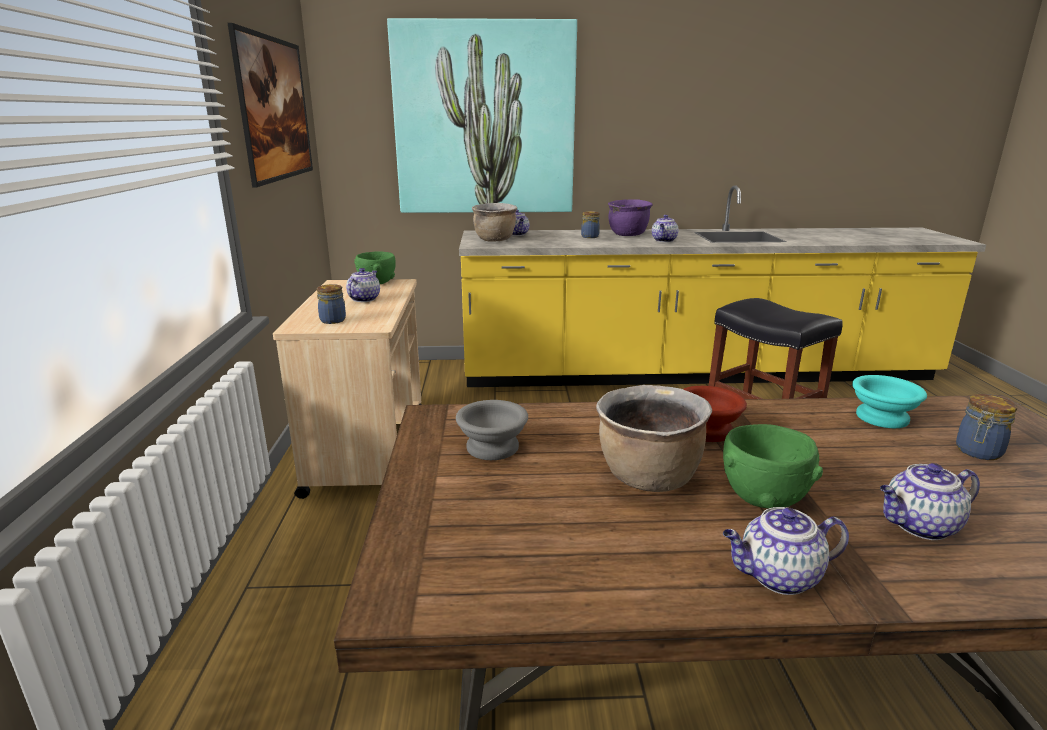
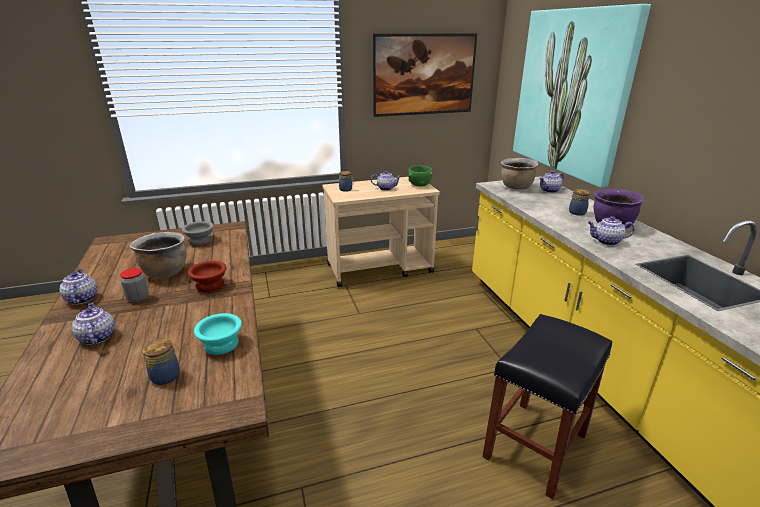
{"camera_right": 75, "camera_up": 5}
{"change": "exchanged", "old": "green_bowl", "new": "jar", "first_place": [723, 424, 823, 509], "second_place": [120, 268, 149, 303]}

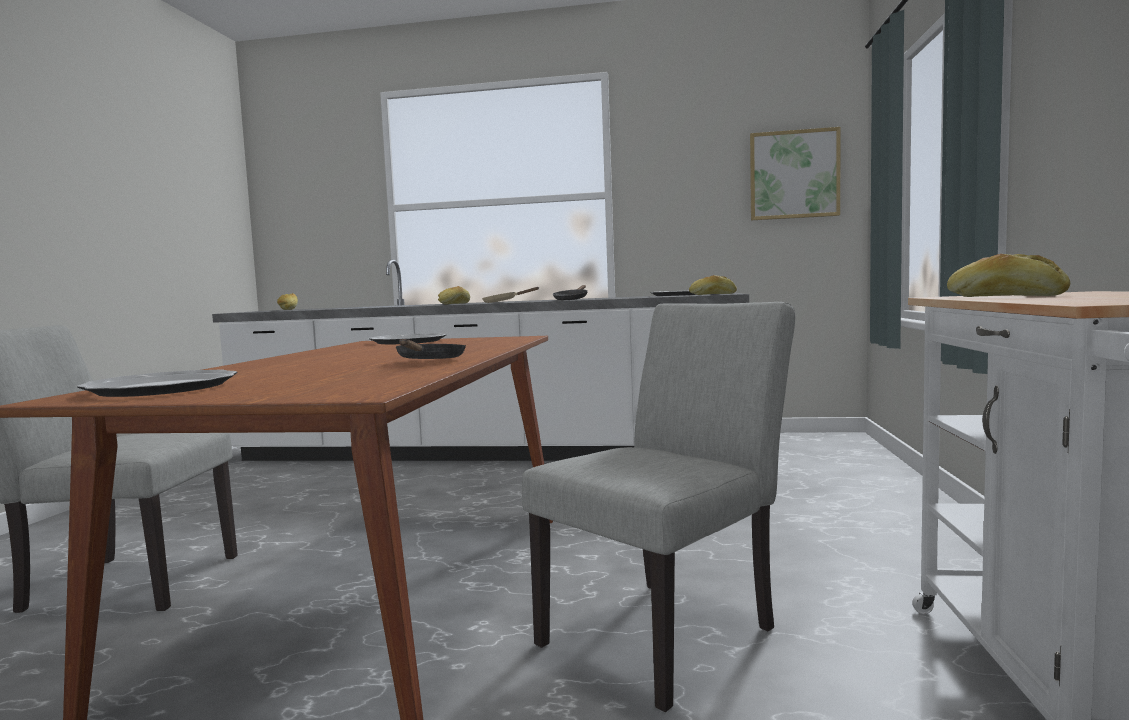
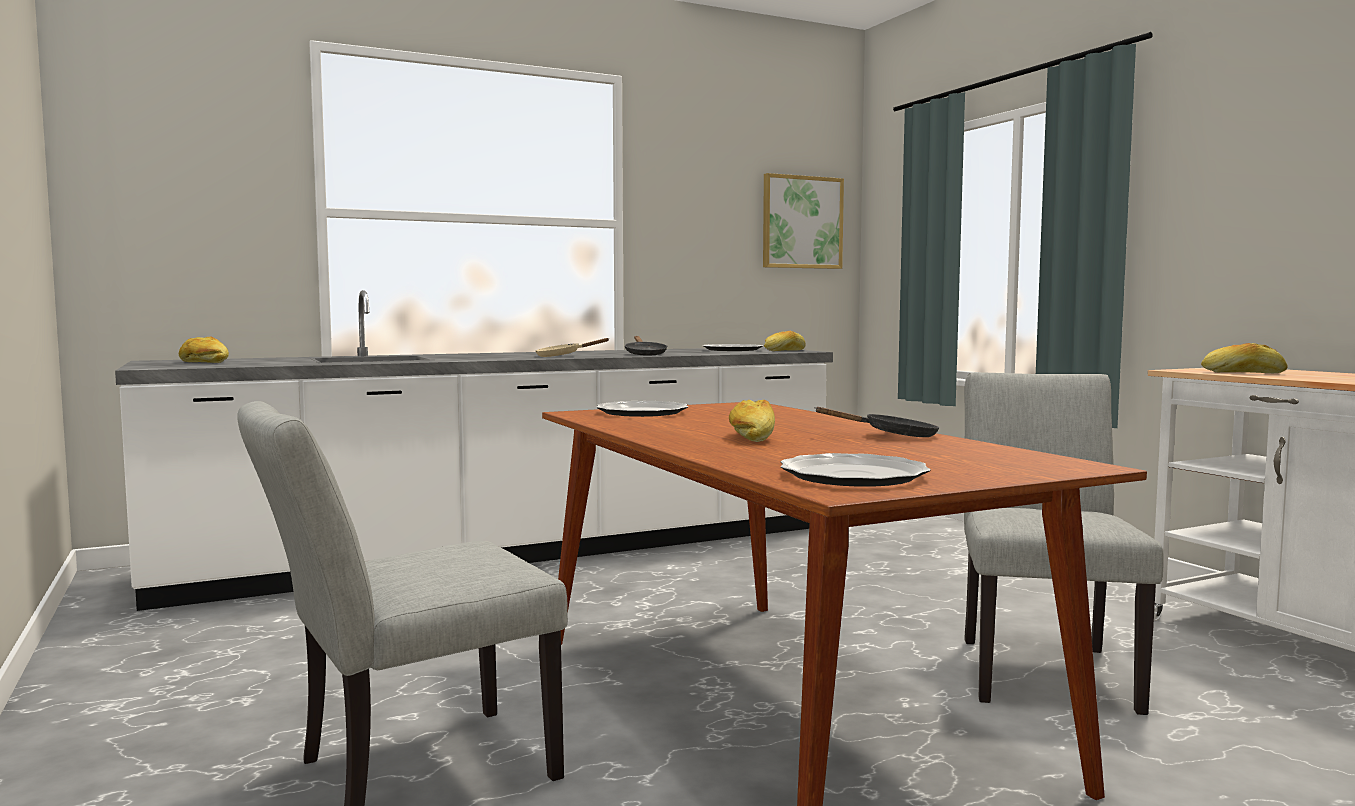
{"camera_right": -35, "camera_up": 0}
{"change": "relocated", "old": "bread", "first_place": [438, 286, 470, 304], "second_place": [729, 400, 775, 442]}
{"change": "spun", "old": "black_frying_pan", "first_place": [396, 339, 466, 359], "second_place": [815, 407, 940, 437], "degrees": 120}

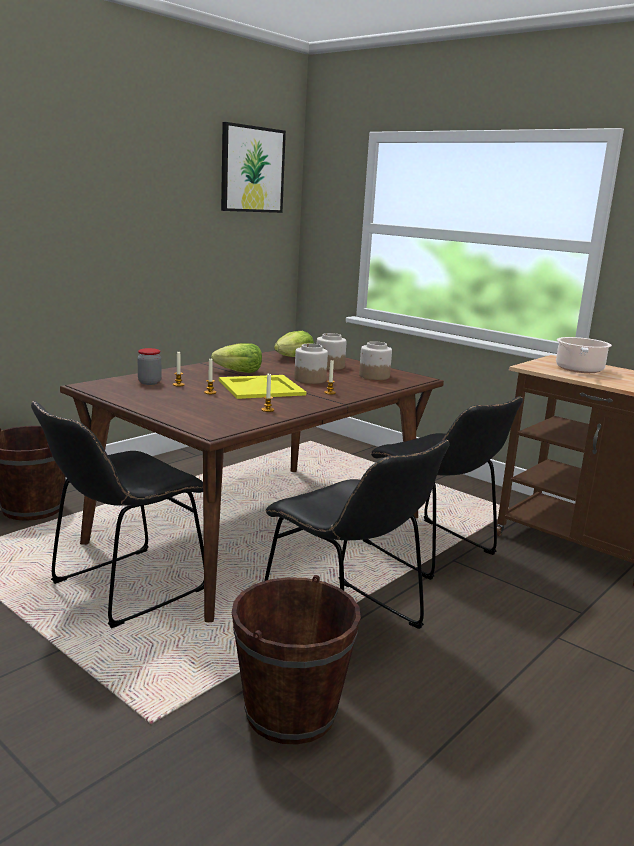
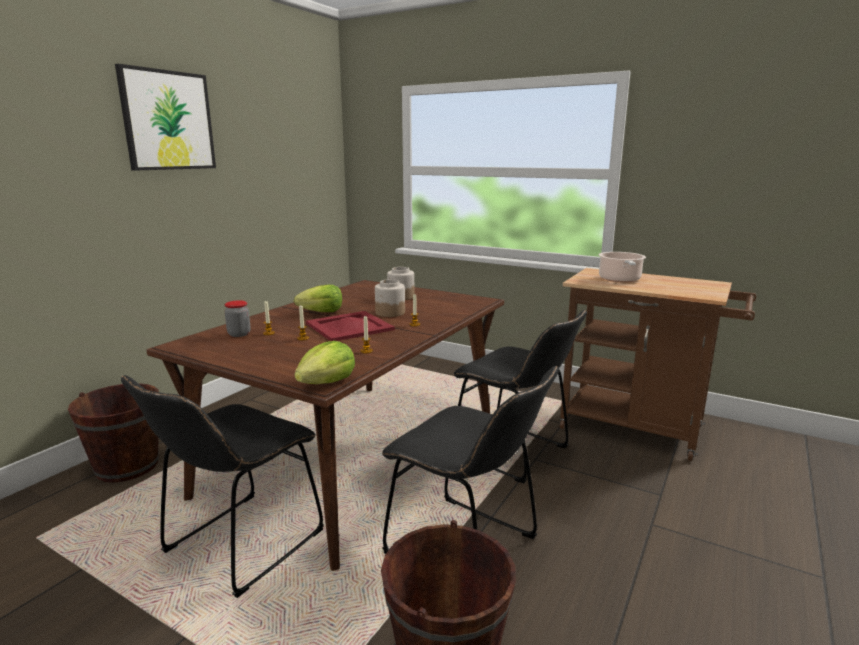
{"camera_right": -10, "camera_up": 0}
{"change": "relocated", "old": "picture", "first_place": [221, 122, 286, 213], "second_place": [115, 64, 216, 171]}
{"change": "relocated", "old": "lettuce", "first_place": [274, 331, 314, 357], "second_place": [294, 341, 355, 384]}
{"change": "missing", "old": "jar", "first_place": [359, 341, 392, 380]}
{"change": "colour", "old": "yellow_tray", "new": "red_tray", "first_place": [219, 375, 306, 399], "second_place": [306, 311, 395, 341]}

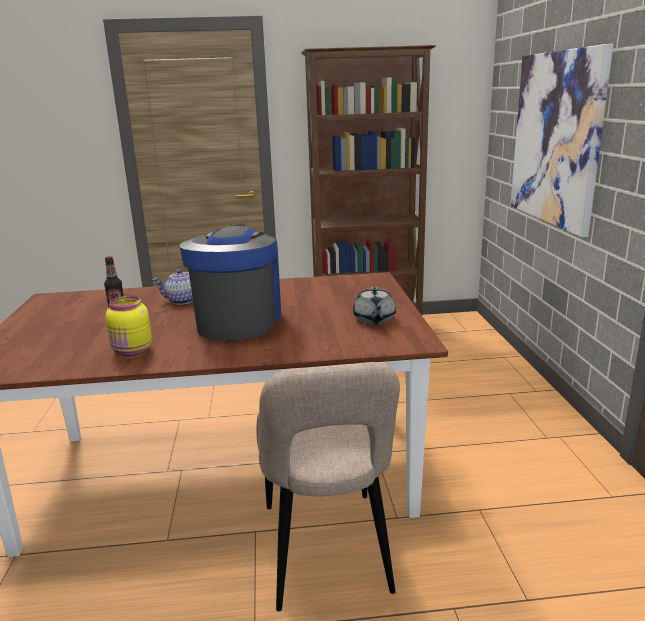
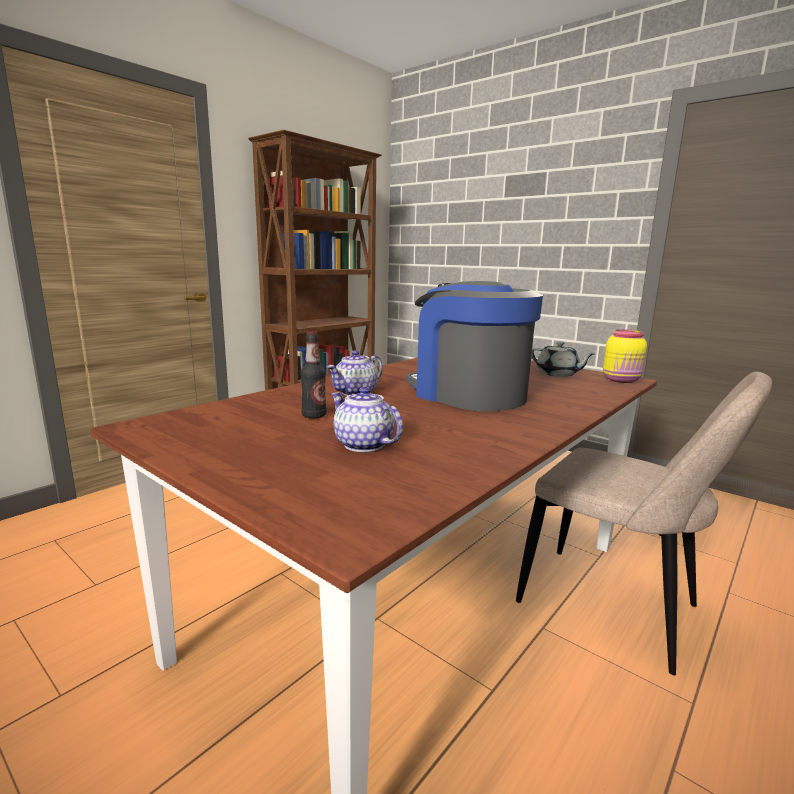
{"camera_right": -45, "camera_up": -5}
{"change": "missing", "old": "picture", "first_place": [510, 44, 613, 237]}
{"change": "relocated", "old": "yellow_jar", "first_place": [106, 296, 152, 356], "second_place": [603, 329, 647, 383]}
{"change": "appeared", "new": "teapot", "second_place": [331, 387, 403, 452]}

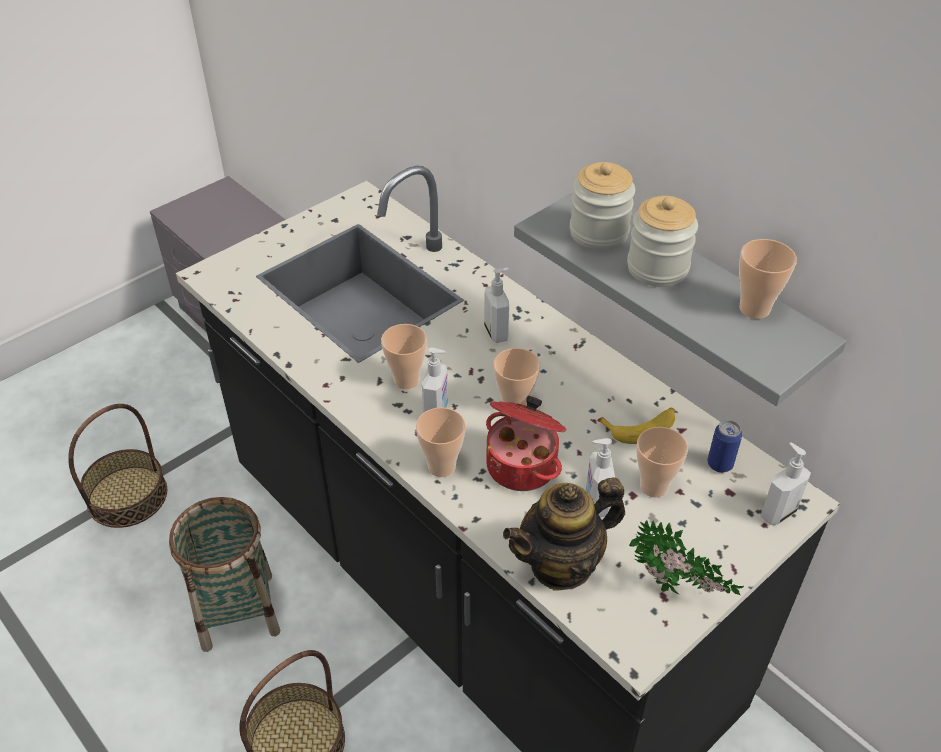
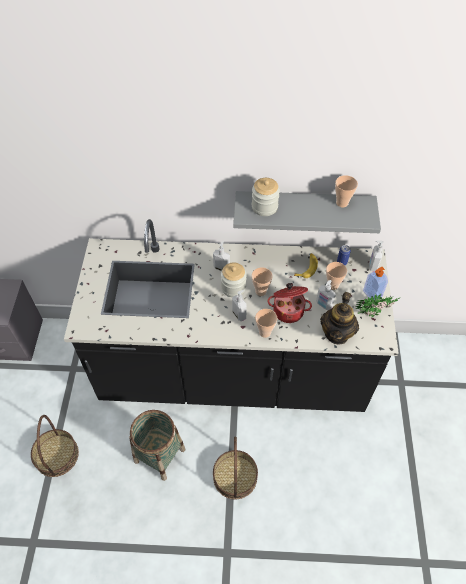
{"camera_right": -45, "camera_up": 10}
{"change": "relocated", "old": "jar", "first_place": [627, 196, 698, 287], "second_place": [221, 263, 247, 297]}
{"change": "missing", "old": "cup", "first_place": [381, 324, 427, 389]}
{"change": "appeared", "new": "soap_dispenser", "second_place": [363, 267, 388, 301]}

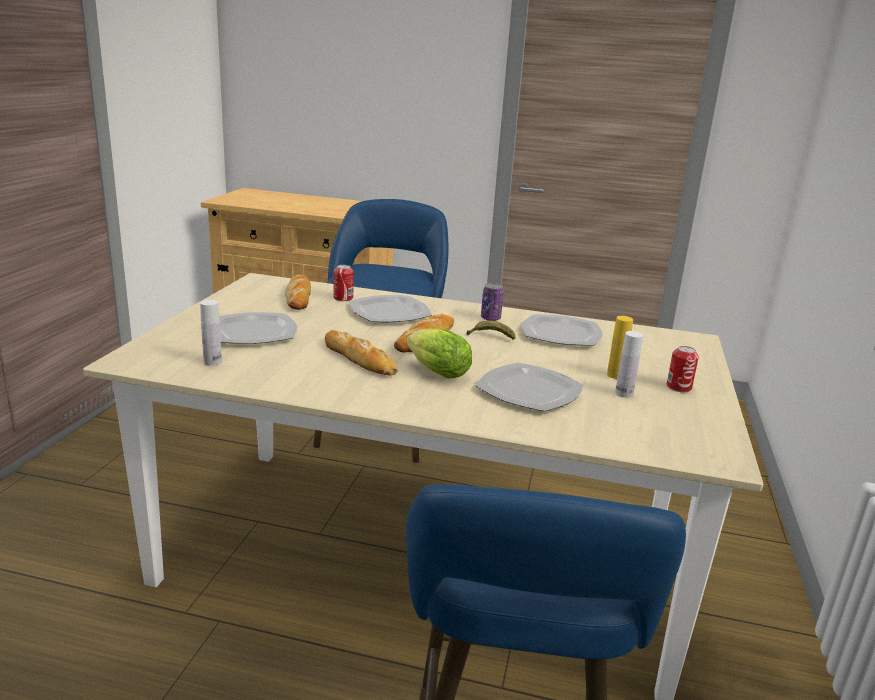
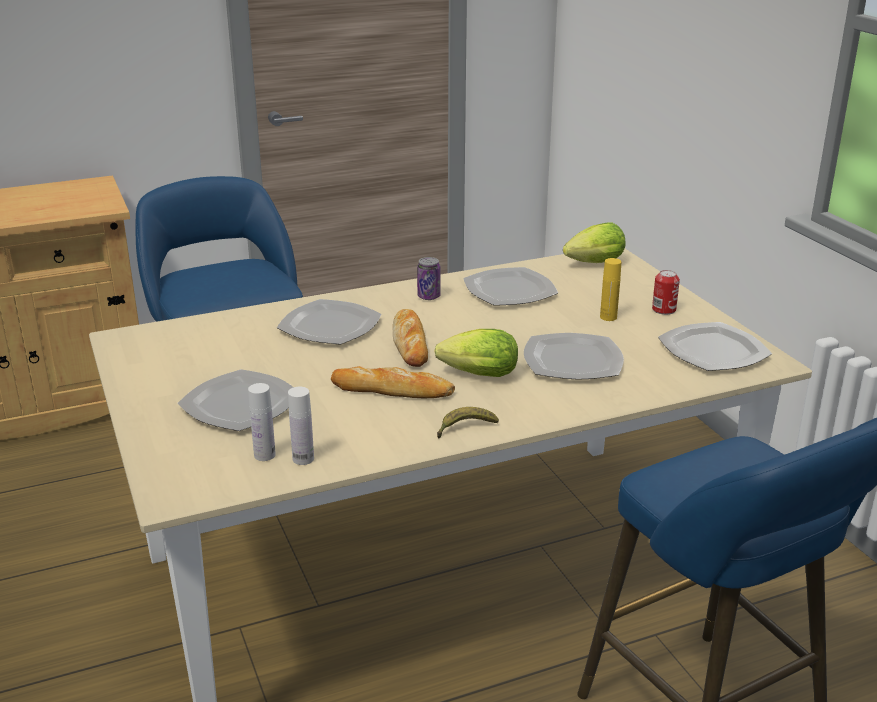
{"camera_right": -35, "camera_up": 5}
{"change": "missing", "old": "can", "first_place": [334, 265, 354, 301]}
{"change": "missing", "old": "bread", "first_place": [285, 274, 311, 310]}
{"change": "relocated", "old": "banana", "first_place": [466, 321, 516, 340], "second_place": [437, 407, 499, 439]}
{"change": "relocated", "old": "white_bottle", "first_place": [615, 331, 643, 398], "second_place": [288, 387, 314, 465]}
{"change": "appeared", "new": "lettuce", "second_place": [563, 223, 625, 263]}
{"change": "appeared", "new": "plate", "second_place": [658, 322, 772, 371]}

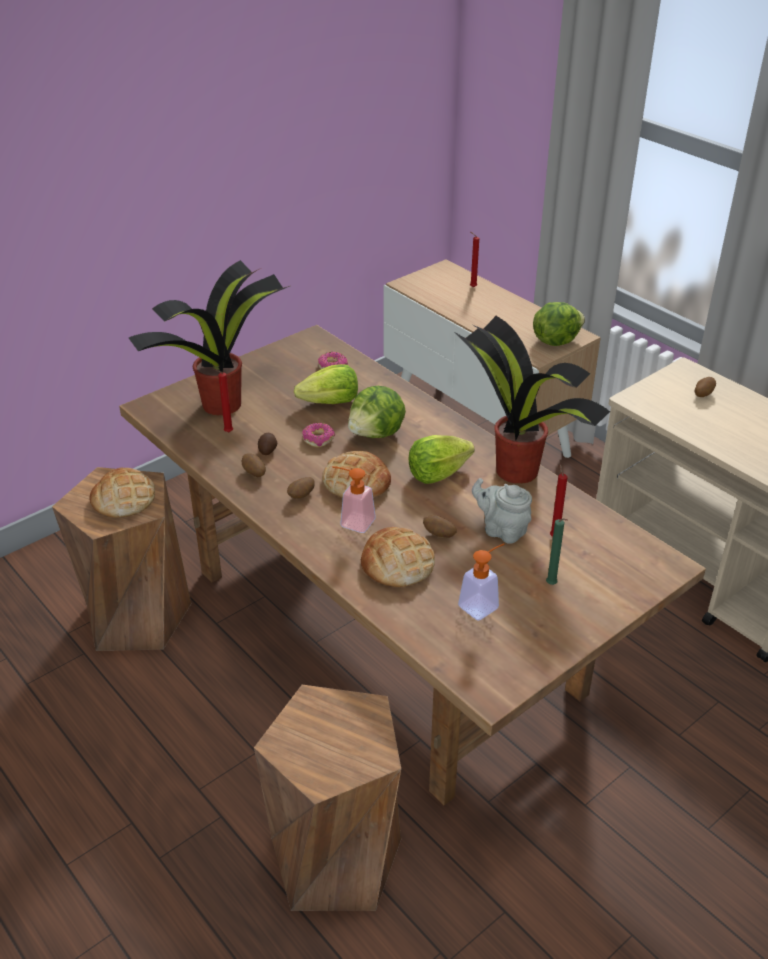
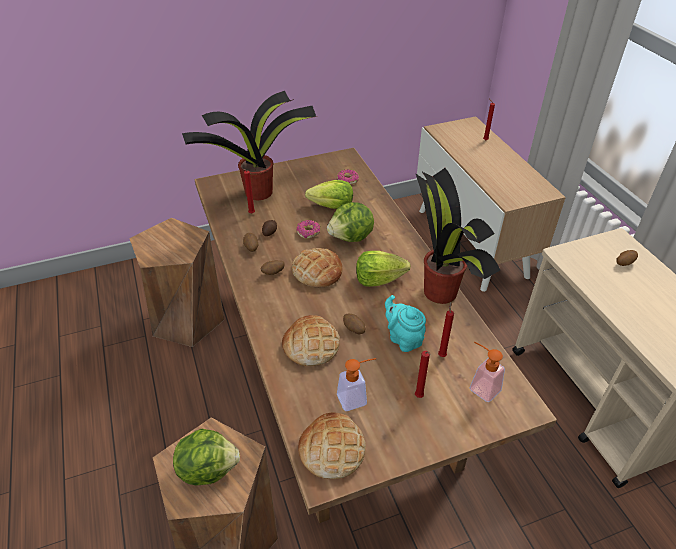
{"camera_right": 20, "camera_up": 5}
{"change": "relocated", "old": "lettuce", "first_place": [533, 302, 585, 346], "second_place": [173, 429, 240, 486]}
{"change": "relocated", "old": "soap_dispenser", "first_place": [332, 466, 376, 533], "second_place": [470, 342, 505, 402]}
{"change": "relocated", "old": "bread", "first_place": [89, 467, 155, 518], "second_place": [298, 412, 366, 479]}
{"change": "colour", "old": "grey_teapot", "new": "turquoise_teapot", "first_place": [472, 478, 532, 544], "second_place": [385, 295, 426, 352]}
{"change": "colour", "old": "green_candle", "new": "red_candle", "first_place": [546, 518, 568, 585], "second_place": [415, 351, 431, 398]}

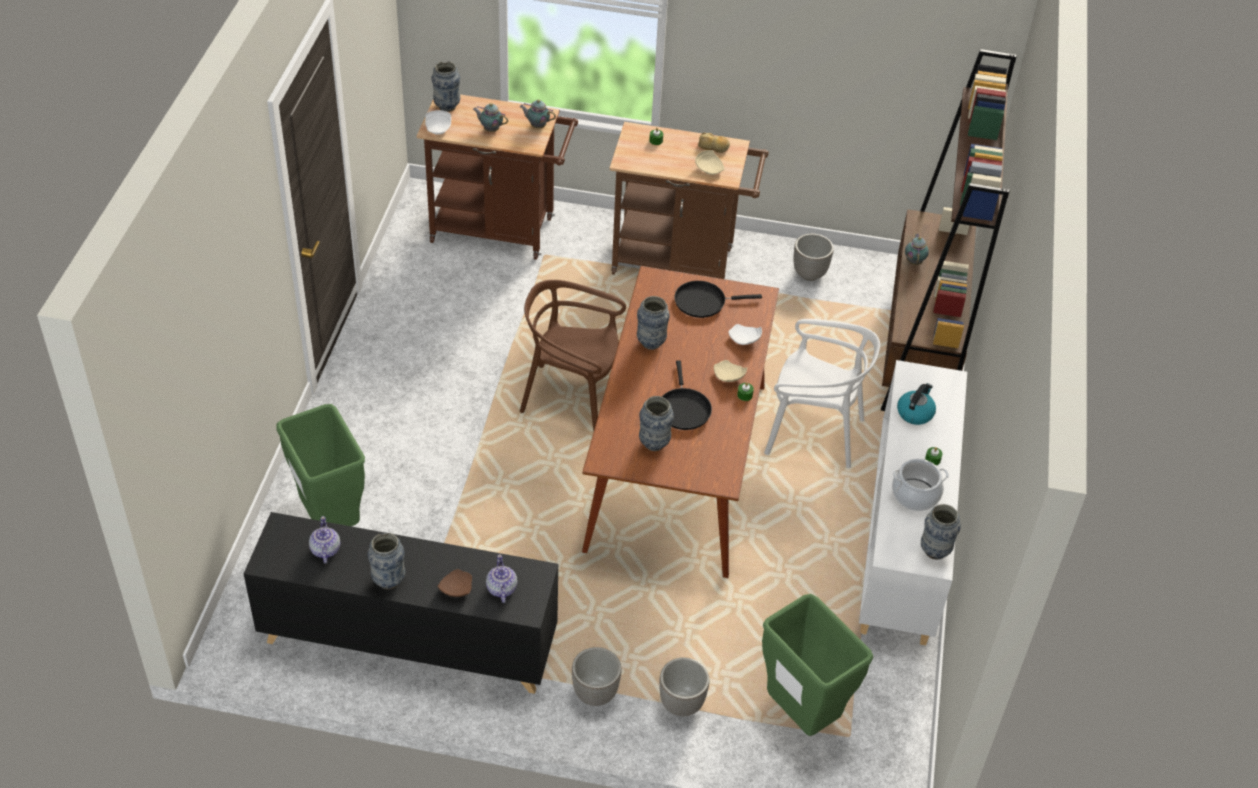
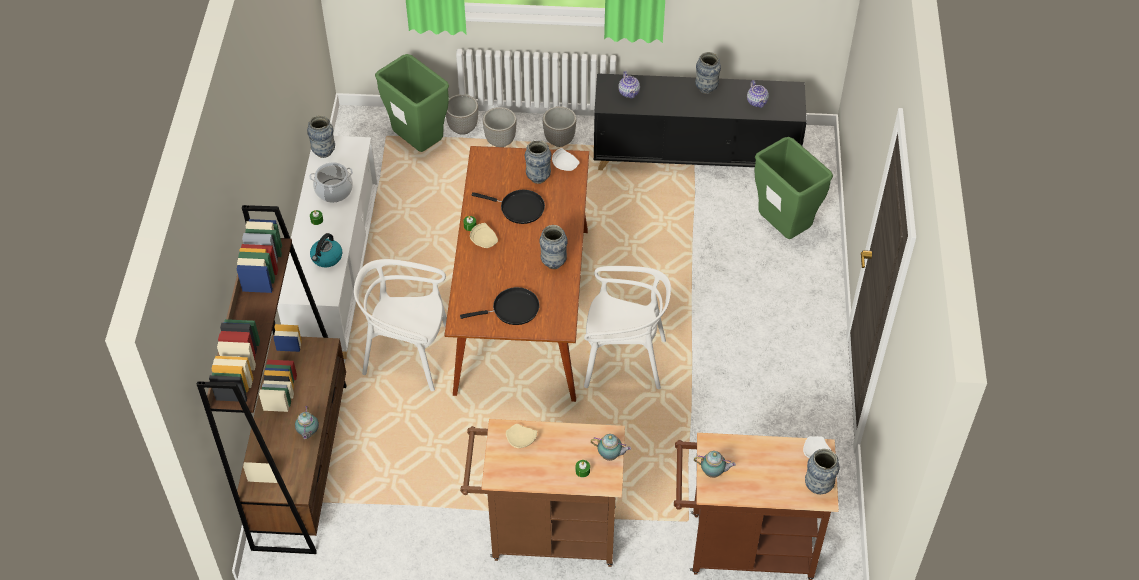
{"camera_right": 175, "camera_up": 5}
{"change": "relocated", "old": "teapot", "first_place": [473, 103, 508, 132], "second_place": [591, 434, 631, 461]}
{"change": "missing", "old": "bread", "first_place": [698, 133, 730, 153]}
{"change": "relocated", "old": "planter", "first_place": [794, 234, 834, 281], "second_place": [446, 94, 478, 135]}
{"change": "colour", "old": "brown_chair", "new": "white_chair", "first_place": [520, 280, 626, 430], "second_place": [584, 266, 671, 389]}
{"change": "relocated", "old": "white_plate", "first_place": [728, 324, 762, 345], "second_place": [552, 148, 580, 171]}
{"change": "spun", "old": "black_frying_pan", "first_place": [662, 360, 712, 430], "second_place": [472, 190, 545, 224], "degrees": 120}
{"change": "missing", "old": "brown_plate", "first_place": [437, 569, 472, 597]}

